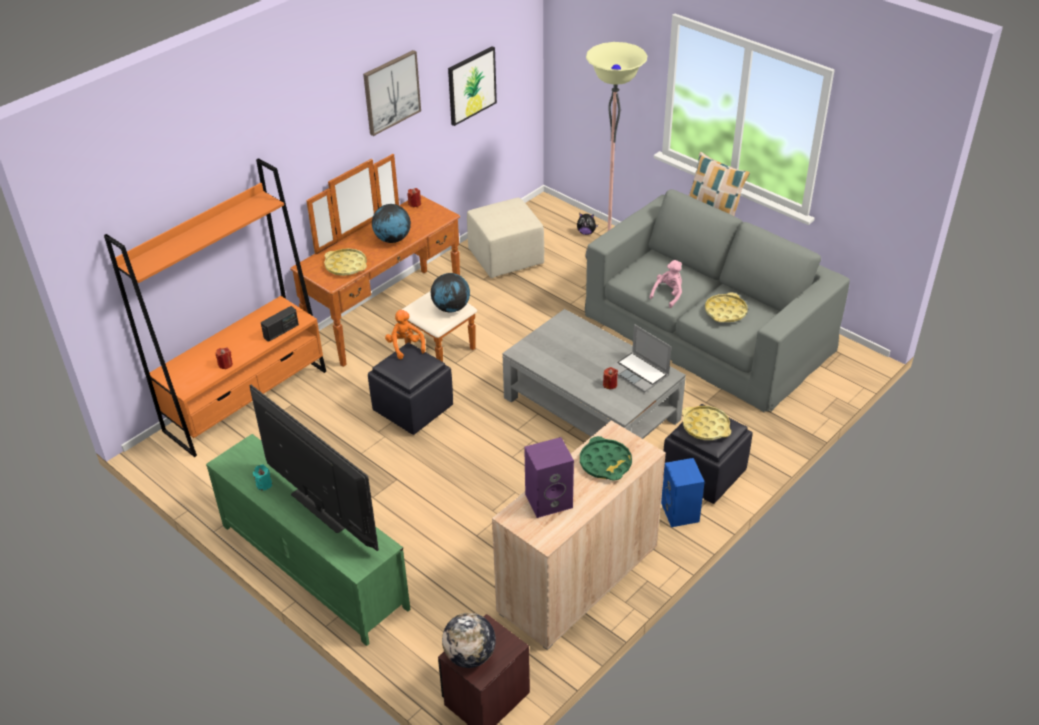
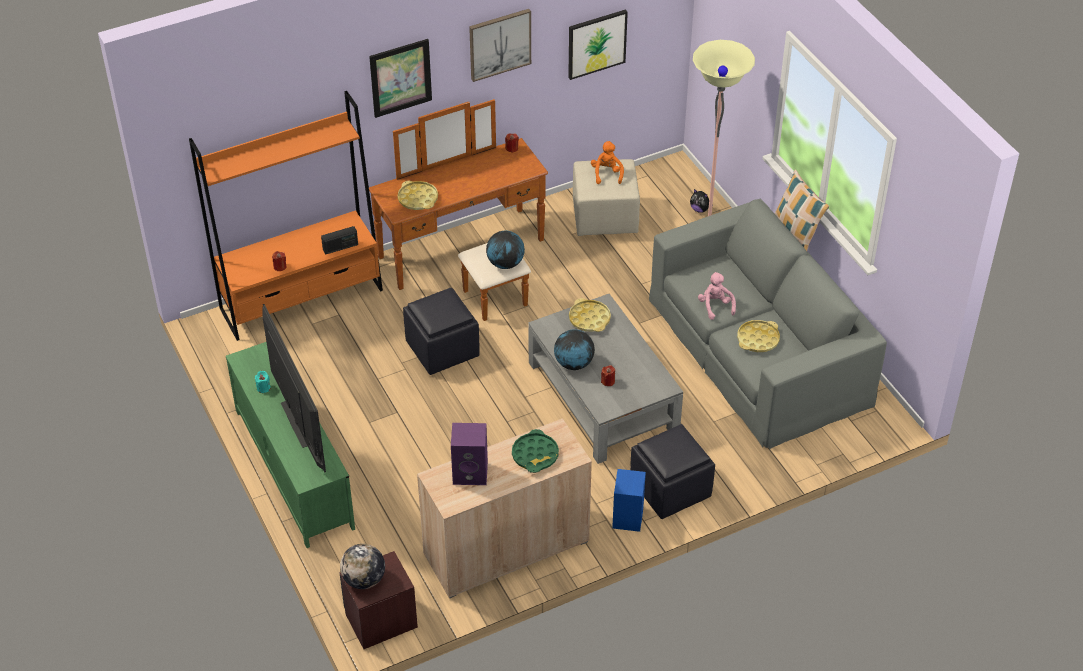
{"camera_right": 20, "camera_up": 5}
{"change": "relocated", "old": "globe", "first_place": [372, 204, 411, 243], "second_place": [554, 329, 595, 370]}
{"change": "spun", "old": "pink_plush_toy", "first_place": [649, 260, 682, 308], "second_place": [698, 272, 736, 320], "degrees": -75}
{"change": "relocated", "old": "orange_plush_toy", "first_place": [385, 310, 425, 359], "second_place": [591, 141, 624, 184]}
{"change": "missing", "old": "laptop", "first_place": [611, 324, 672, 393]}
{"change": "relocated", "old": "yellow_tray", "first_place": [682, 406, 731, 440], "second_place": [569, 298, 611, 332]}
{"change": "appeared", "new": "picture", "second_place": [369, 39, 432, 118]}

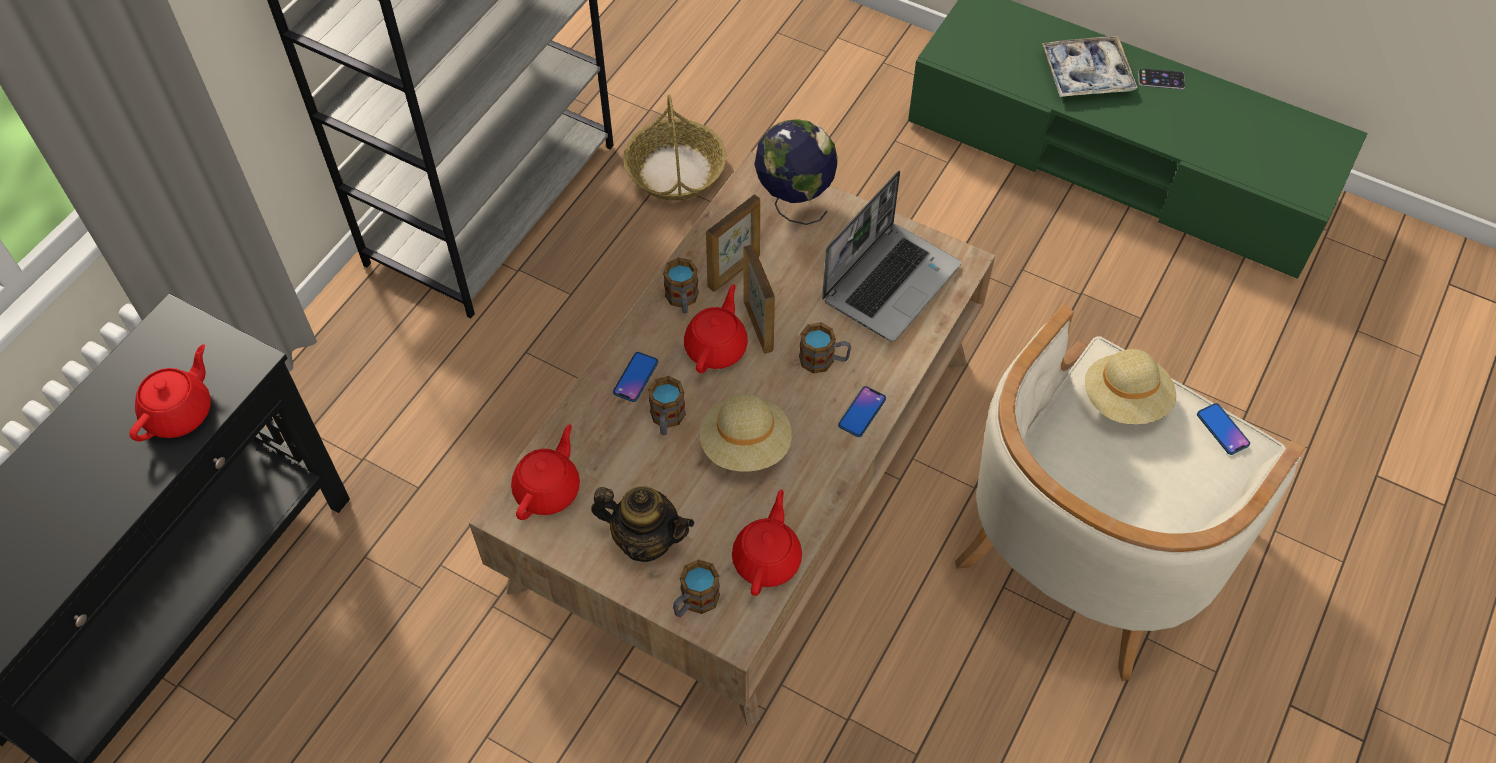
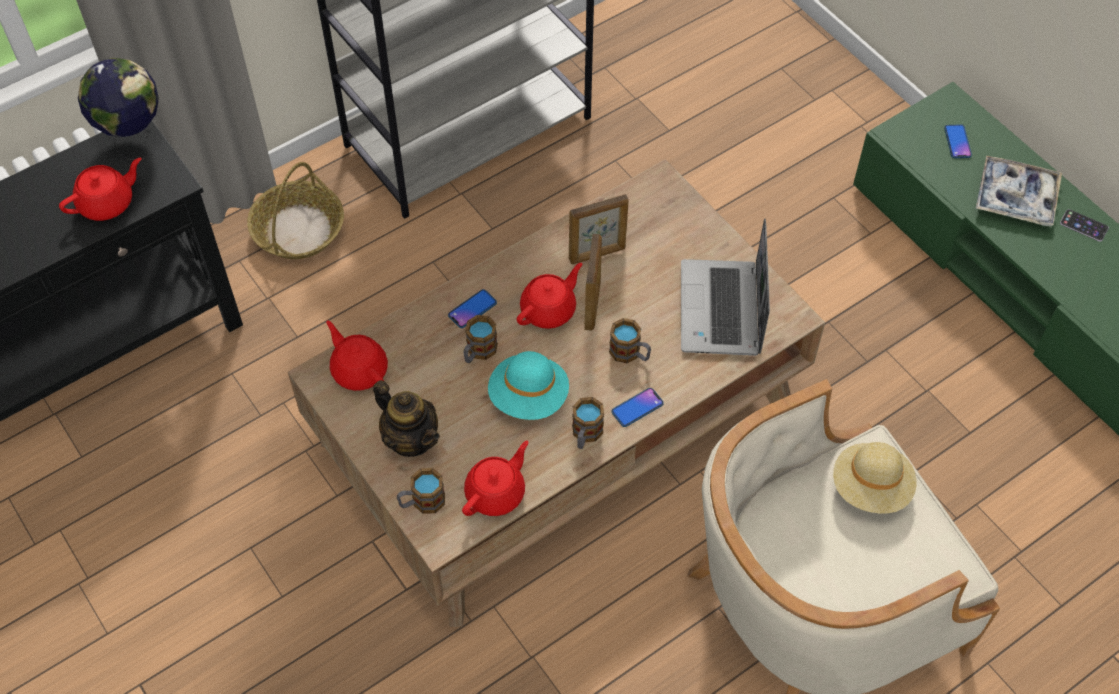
{"camera_right": 25, "camera_up": 0}
{"change": "relocated", "old": "basket", "first_place": [624, 94, 726, 201], "second_place": [247, 162, 344, 259]}
{"change": "relocated", "old": "globe", "first_place": [754, 119, 838, 225], "second_place": [78, 58, 159, 160]}
{"change": "spun", "old": "laptop", "first_place": [822, 171, 961, 342], "second_place": [681, 219, 770, 356], "degrees": 120}
{"change": "relocated", "old": "mug", "first_place": [663, 257, 699, 313], "second_place": [572, 397, 604, 449]}
{"change": "colour", "old": "beige_hat", "new": "turquoise_hat", "first_place": [700, 393, 792, 471], "second_place": [488, 351, 569, 420]}
{"change": "relocated", "old": "phone", "first_place": [1197, 403, 1250, 455], "second_place": [944, 124, 972, 158]}
{"change": "spun", "old": "red_teapot", "first_place": [511, 424, 580, 520], "second_place": [326, 320, 388, 391], "degrees": -90}

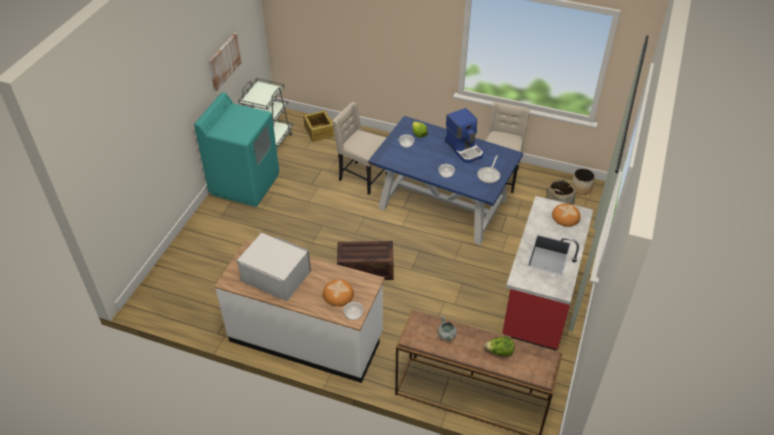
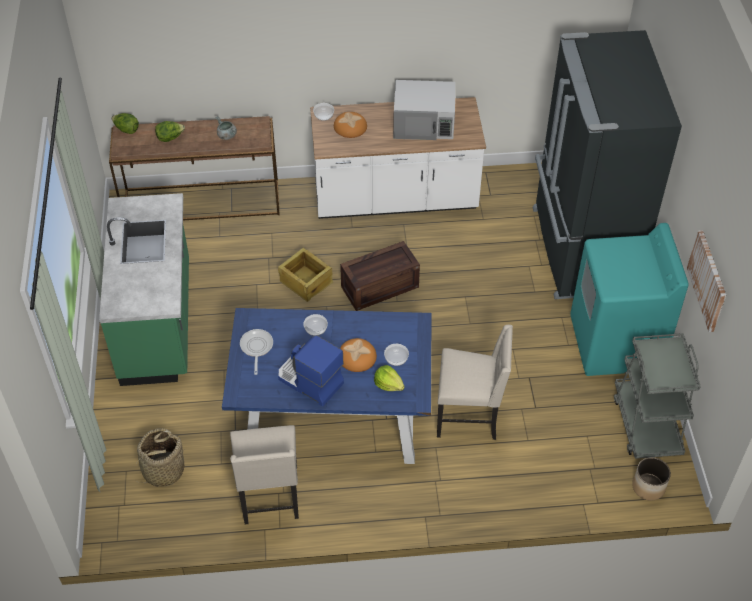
{"camera_right": 155, "camera_up": 5}
{"change": "relocated", "old": "crate", "first_place": [303, 110, 334, 142], "second_place": [278, 248, 333, 302]}
{"change": "relocated", "old": "planter", "first_place": [572, 168, 595, 195], "second_place": [632, 457, 671, 501]}
{"change": "colour", "old": "red_counter", "new": "green_counter", "first_place": [502, 196, 593, 351], "second_place": [99, 193, 189, 386]}
{"change": "relocated", "old": "bread", "first_place": [552, 203, 581, 227], "second_place": [340, 338, 377, 372]}
{"change": "appeared", "new": "black_fridge", "second_place": [533, 30, 682, 299]}
{"change": "appeared", "new": "lettuce", "second_place": [111, 113, 139, 134]}

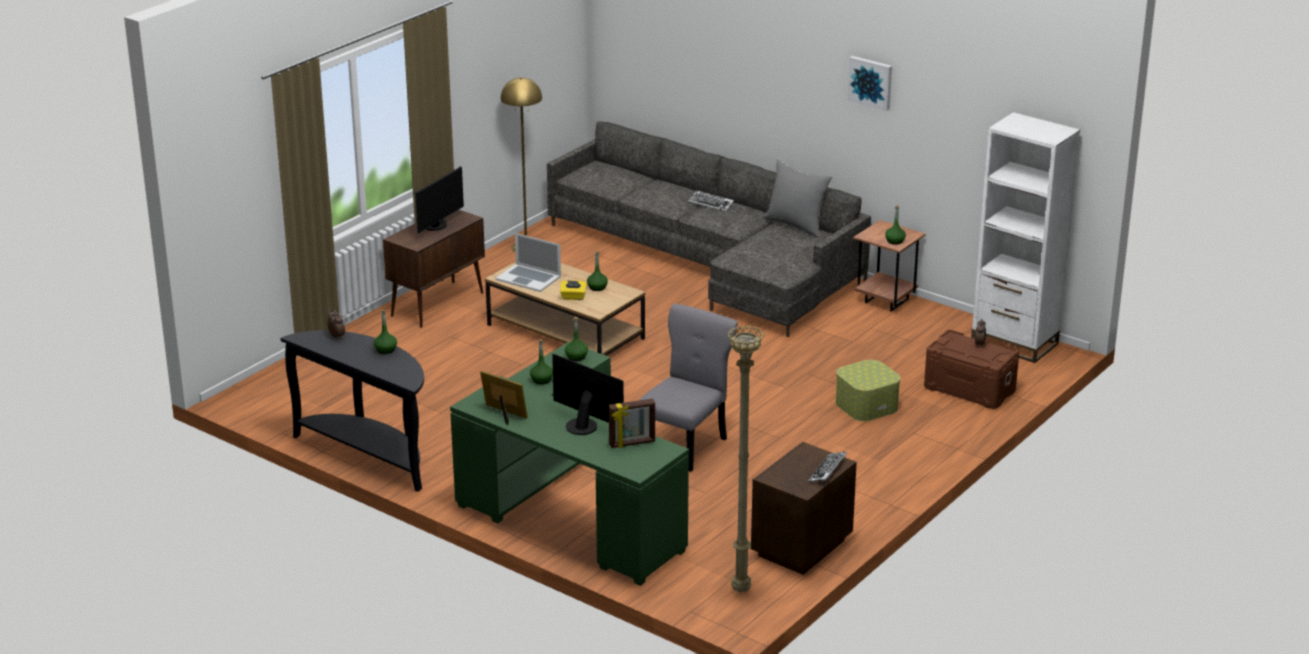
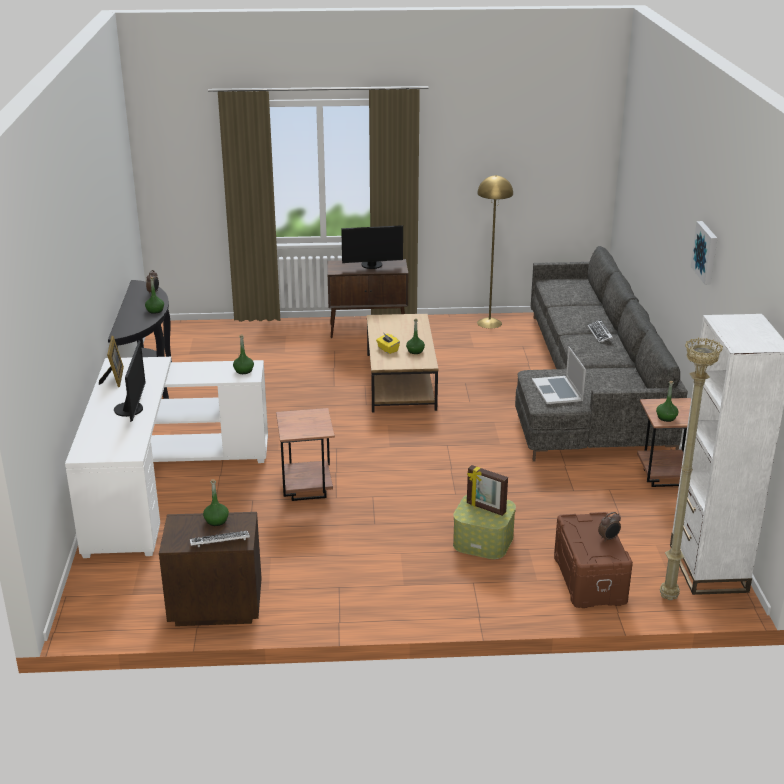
{"camera_right": 50, "camera_up": 0}
{"change": "missing", "old": "grey_pillow", "first_place": [763, 159, 832, 238]}
{"change": "relocated", "old": "laptop", "first_place": [496, 233, 561, 292], "second_place": [532, 346, 586, 404]}
{"change": "exchanged", "old": "grey_chair", "new": "brown_side_table", "first_place": [638, 304, 738, 472], "second_place": [276, 408, 335, 501]}
{"change": "relocated", "old": "beige_floor_lamp", "first_place": [728, 325, 764, 592], "second_place": [660, 338, 723, 600]}
{"change": "relocated", "old": "green_bottle", "first_place": [530, 340, 553, 384], "second_place": [203, 479, 229, 526]}
{"change": "colour", "old": "green_desk", "new": "white_desk", "first_place": [450, 342, 689, 586], "second_place": [65, 357, 268, 558]}
{"change": "relocated", "old": "picture_frame", "first_place": [609, 398, 655, 448], "second_place": [467, 465, 508, 516]}

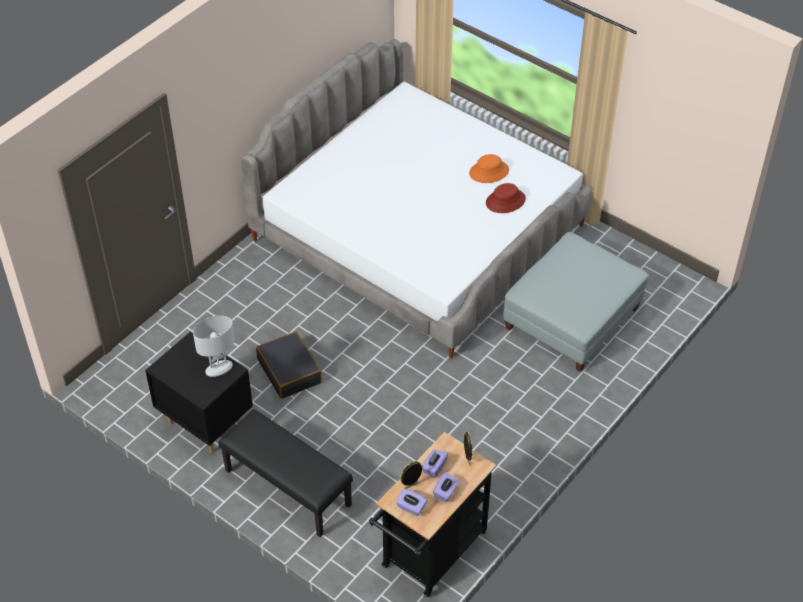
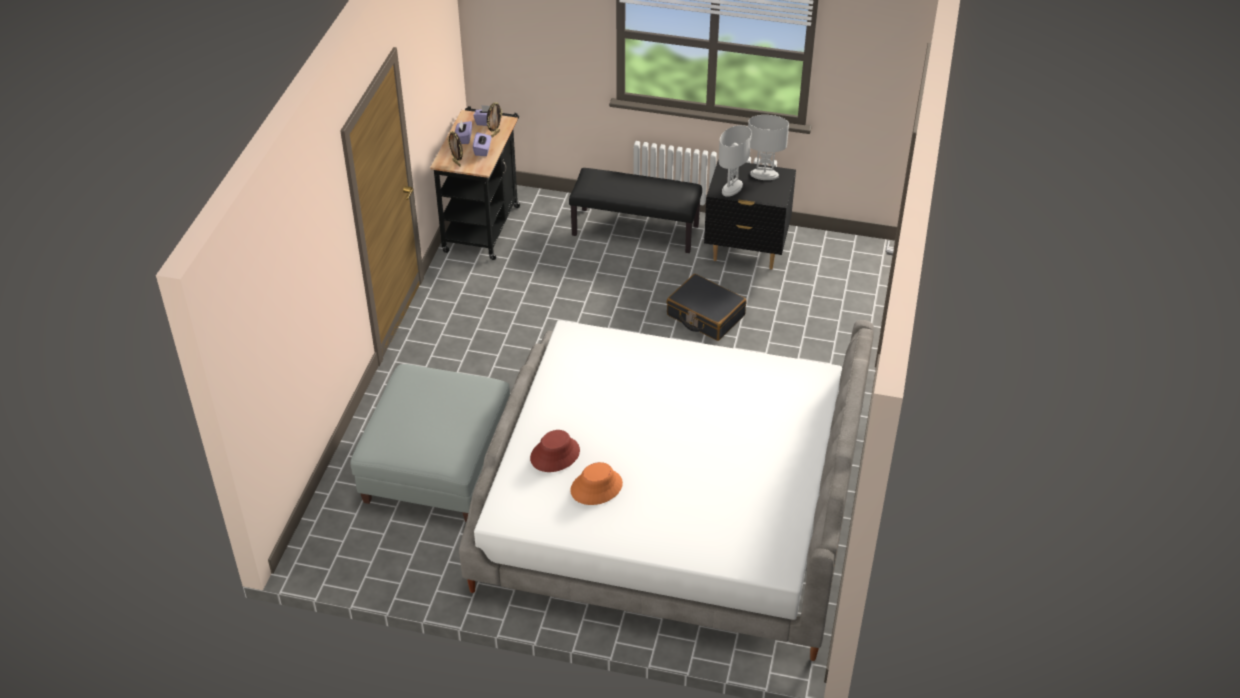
{"camera_right": 155, "camera_up": -5}
{"change": "appeared", "new": "white_table_lamp", "second_place": [748, 115, 789, 180]}

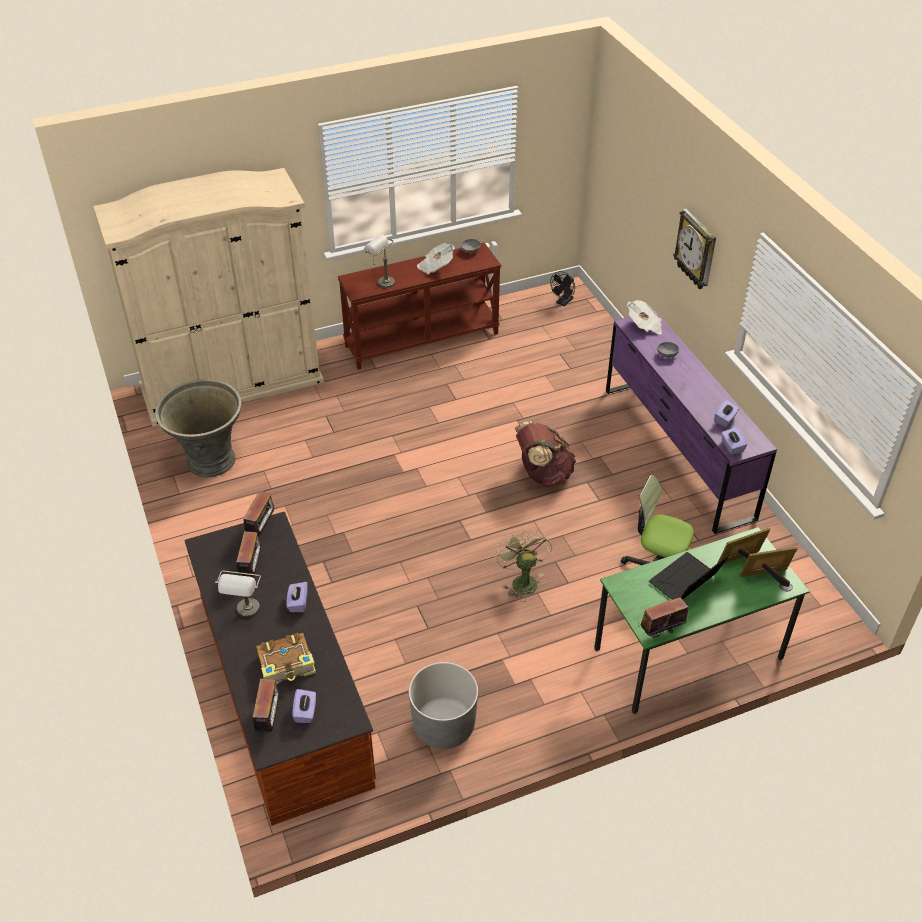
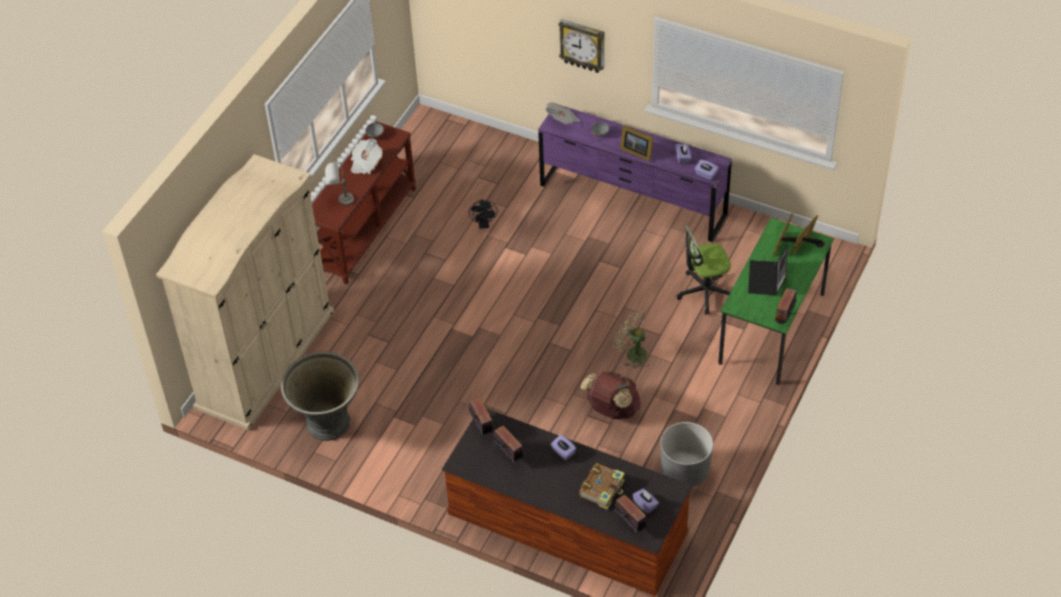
{"camera_right": -40, "camera_up": 5}
{"change": "relocated", "old": "black_fan", "first_place": [550, 271, 575, 306], "second_place": [469, 199, 497, 229]}
{"change": "relocated", "old": "brown_backpack", "first_place": [515, 421, 576, 487], "second_place": [581, 370, 641, 419]}
{"change": "missing", "old": "grey_table_lamp", "first_place": [215, 570, 261, 618]}
{"change": "appeared", "new": "picture_frame", "second_place": [620, 125, 654, 162]}

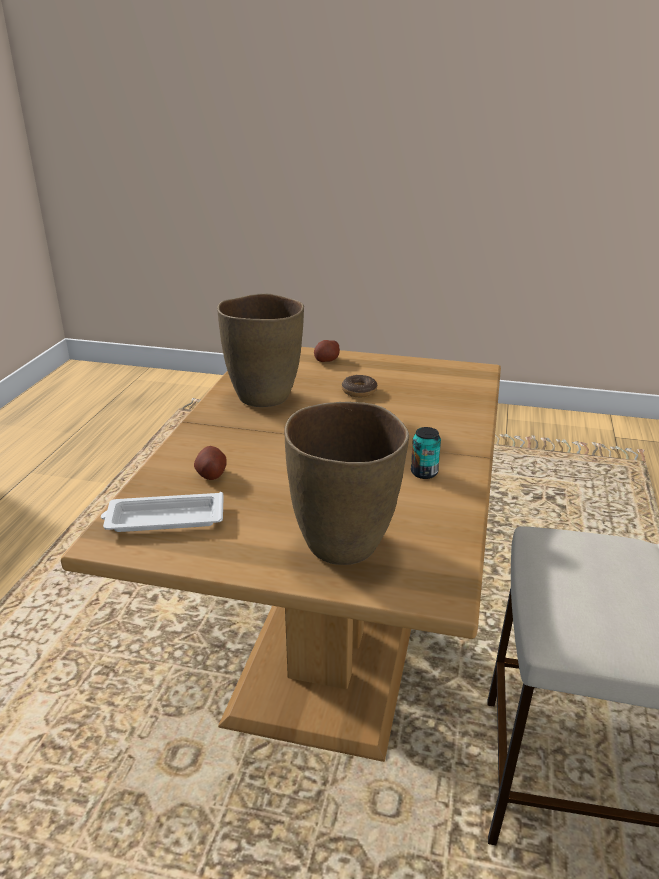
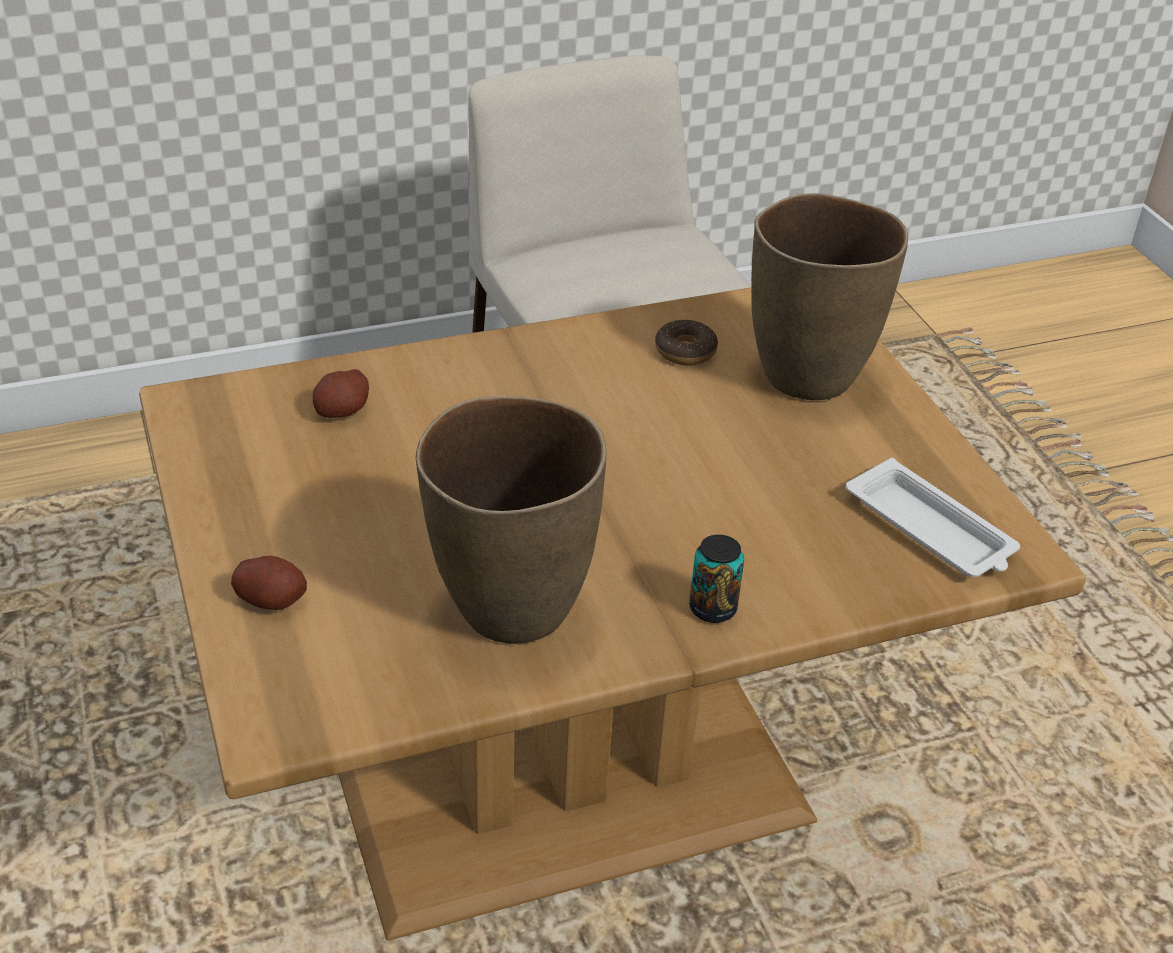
{"camera_right": -125, "camera_up": 10}
{"change": "relocated", "old": "donut", "first_place": [342, 375, 377, 397], "second_place": [655, 319, 718, 365]}
{"change": "relocated", "old": "can", "first_place": [411, 427, 441, 479], "second_place": [689, 534, 744, 623]}
{"change": "relocated", "old": "potato", "first_place": [194, 446, 227, 480], "second_place": [313, 369, 369, 418]}

